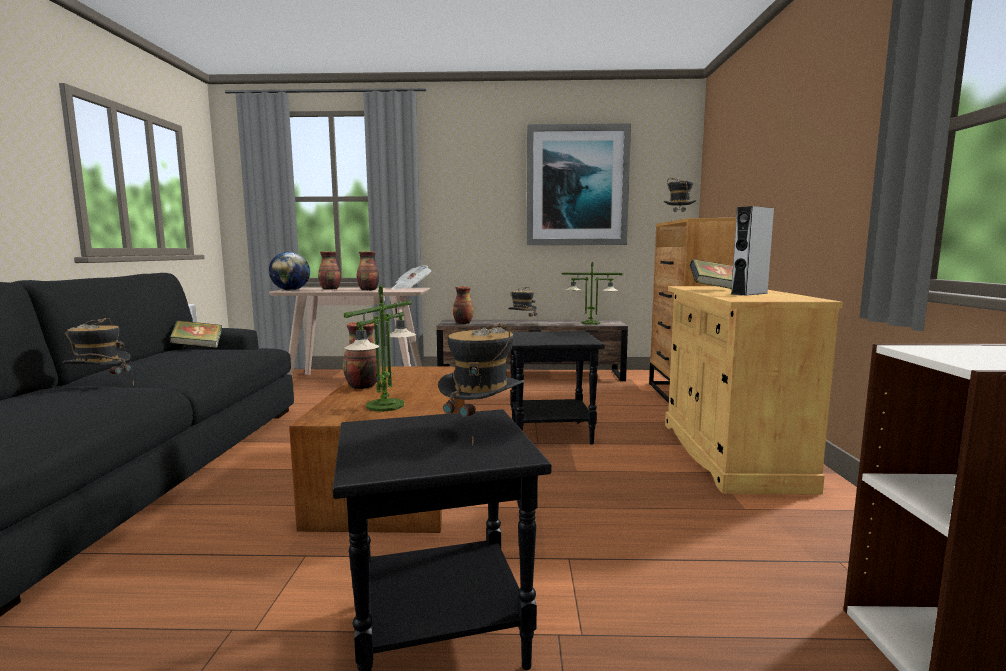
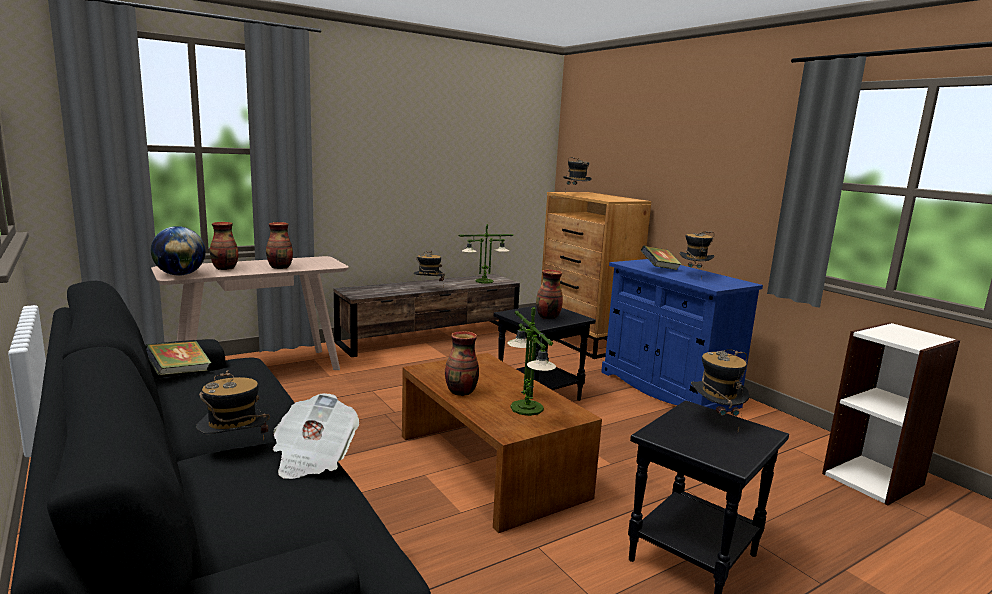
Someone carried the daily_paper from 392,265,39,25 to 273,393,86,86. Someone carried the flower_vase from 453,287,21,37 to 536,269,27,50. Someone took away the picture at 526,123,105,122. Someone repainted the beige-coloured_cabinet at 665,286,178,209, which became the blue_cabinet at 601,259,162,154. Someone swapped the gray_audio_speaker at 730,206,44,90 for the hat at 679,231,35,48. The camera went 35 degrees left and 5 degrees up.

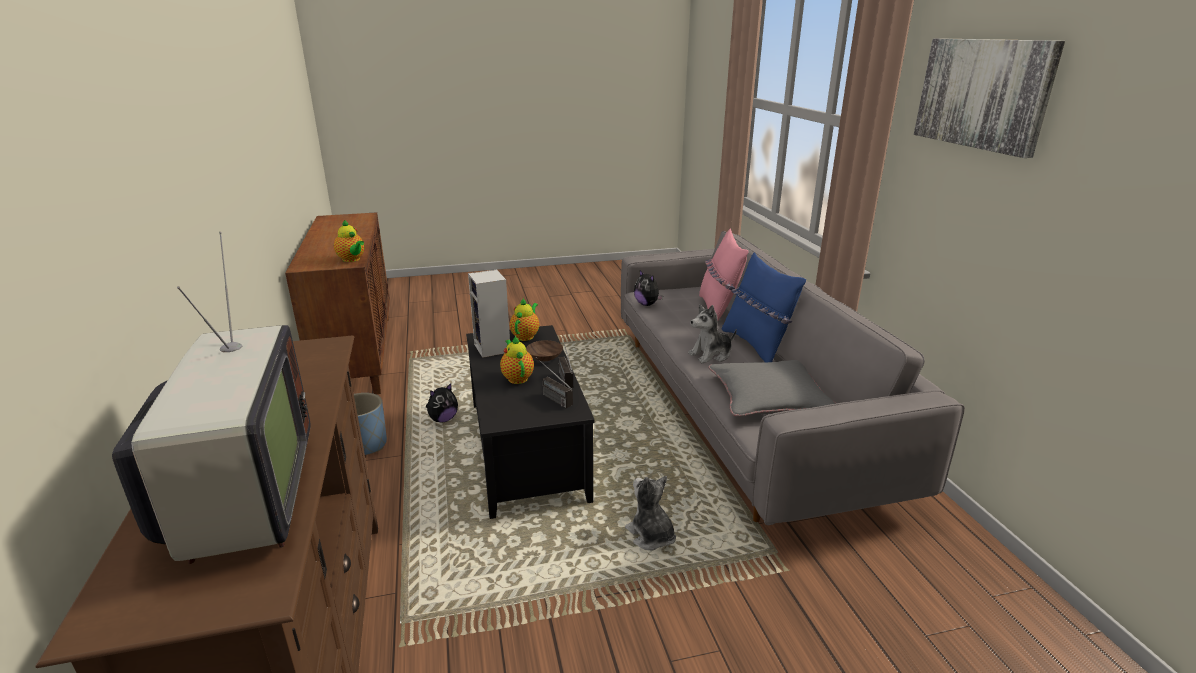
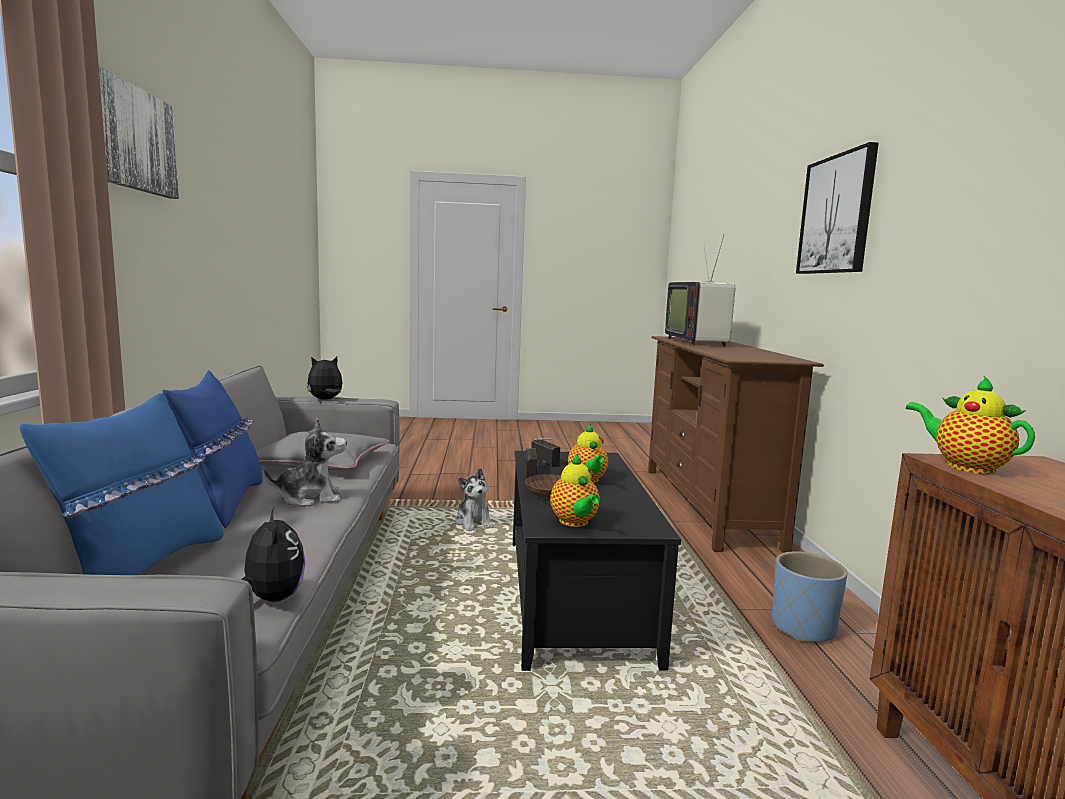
Someone carried the plush_toy from 426,383,32,40 to 307,357,35,43. Someone took away the audio_speaker at 468,270,42,88. Someone rotated the tea_pot at 510,298,29,43 by 45 degrees counterclockwise. Someone repainted the pink-coloured_pillow at 699,228,50,92, which became the blue_pillow at 20,393,204,182. Someone put up the picture at 796,142,83,132. The camera went 170 degrees left and 15 degrees down.

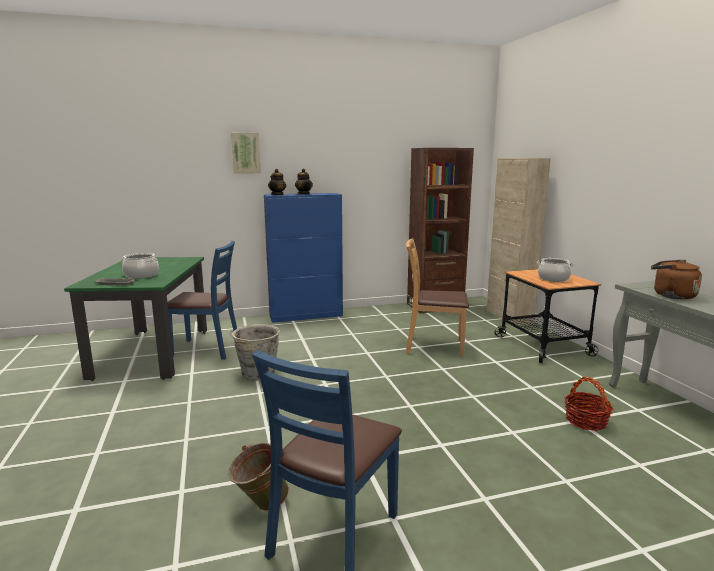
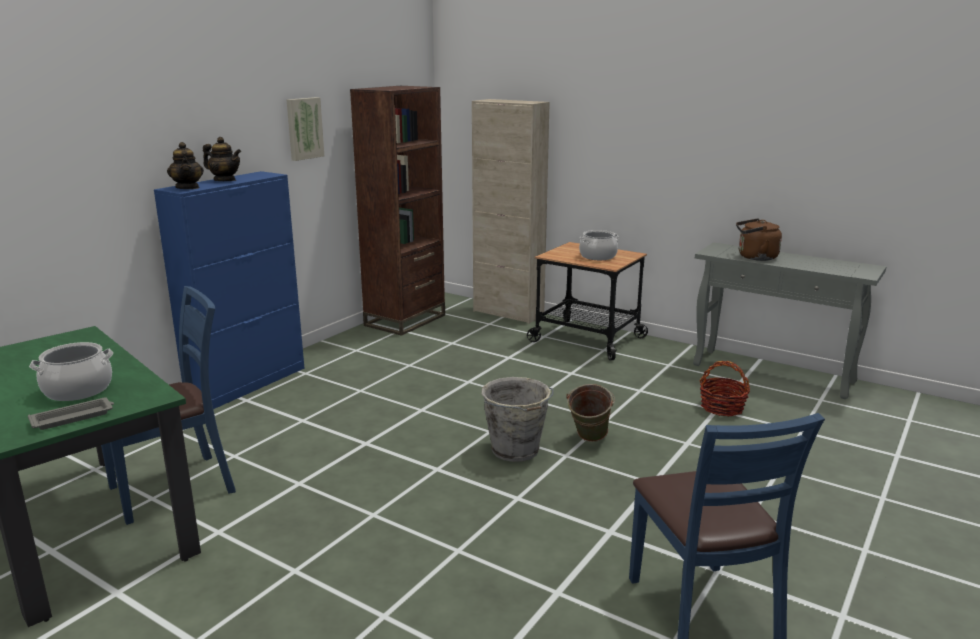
Someone carried the greenish_bucket from 228,442,61,69 to 566,384,49,58. Someone carried the gray_bucket from 230,324,50,57 to 482,377,72,85. Someone carried the picture from 231,133,30,41 to 287,97,37,64. Someone took away the brown-coloured_chair at 406,238,63,119. The camera went 40 degrees left and 5 degrees up.

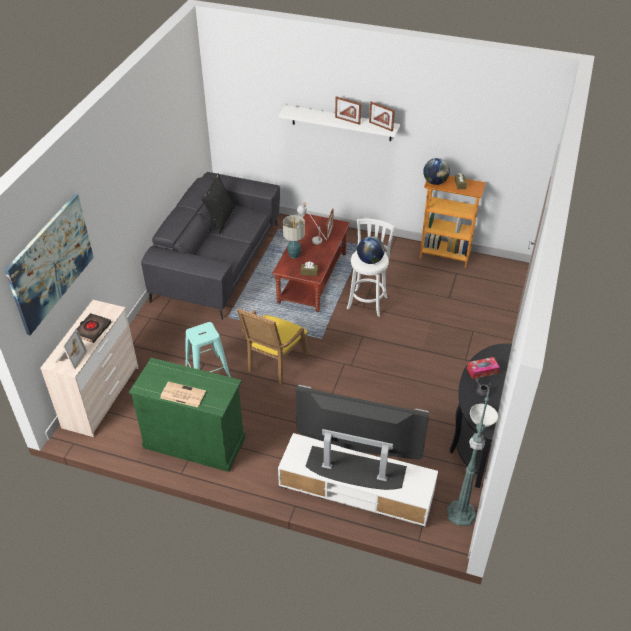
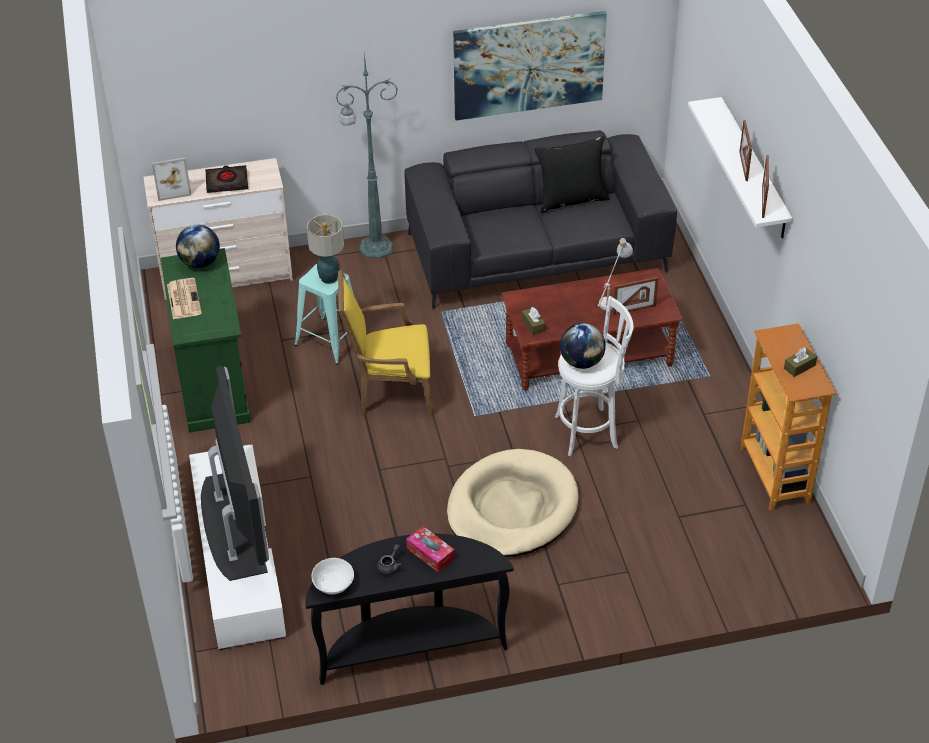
Someone carried the picture from 5,194,89,141 to 453,11,154,110. Someone carried the tabletop_lamp from 283,215,22,43 to 307,214,37,70. Someone carried the desk_globe from 423,158,27,27 to 176,225,44,43. Someone carried the greenish_standing_lamp from 447,383,44,143 to 336,53,62,206. Someone put down the beige-coloured_dog_cushion at 447,449,132,108. The camera went 60 degrees right and 0 degrees up.

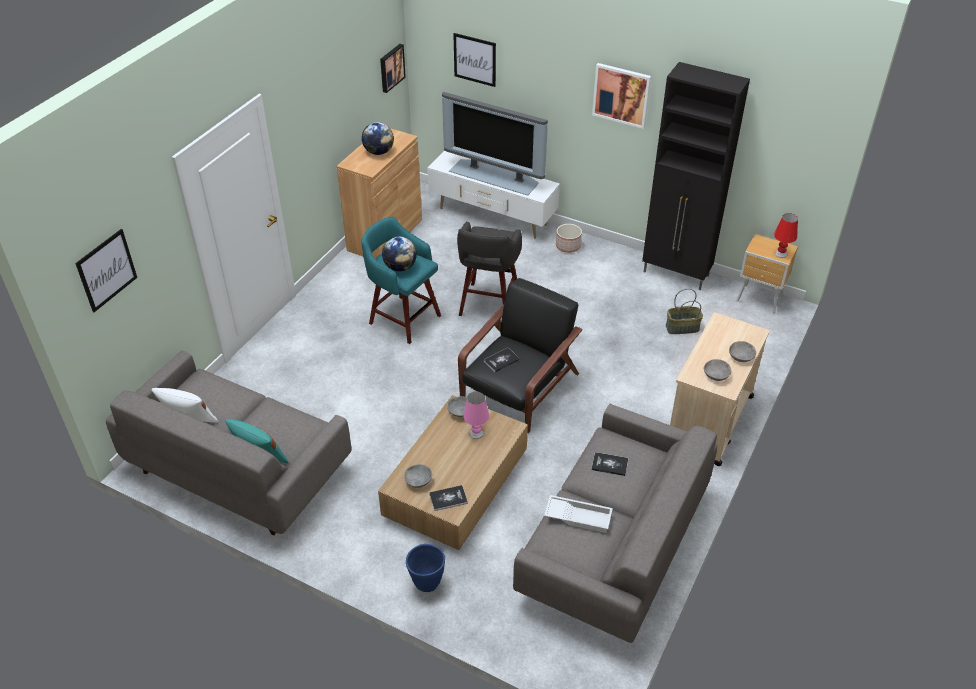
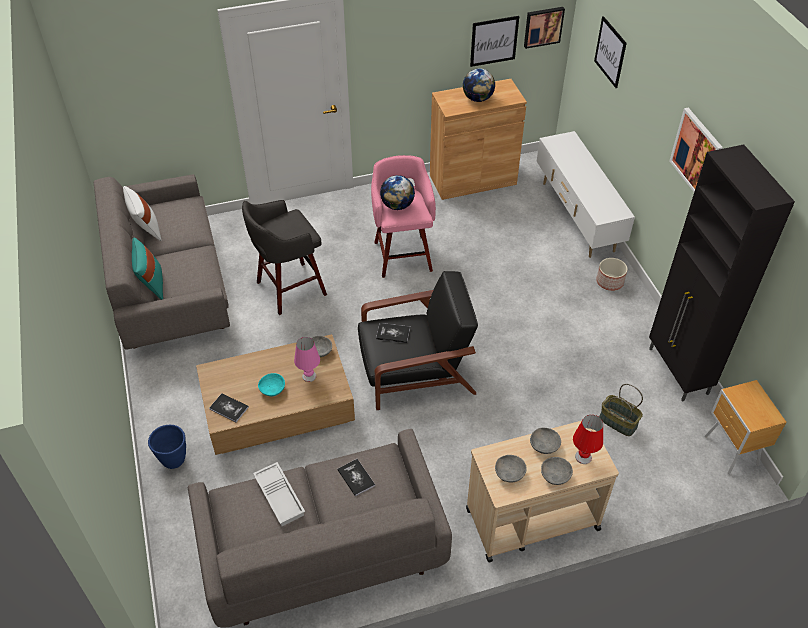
Someone carried the picture from 75,229,62,83 to 470,16,49,51. Someone repainted the turquoise-coloured_stool_seat at 361,217,80,127, which became the pink-coloured_stool_seat at 371,155,65,123. Someone carried the gray_deep_dish from 404,464,28,24 to 530,428,31,26. Someone took away the TV at 442,92,106,104. Someone carried the gray_stool_seat from 457,221,65,95 to 242,200,85,115. Someone carried the reddish_tabletop_lamp from 774,213,24,45 to 573,415,30,49. Someone put down the turquoise-coloured_deep_dish at 258,373,27,23. The camera went 45 degrees right and 5 degrees up.

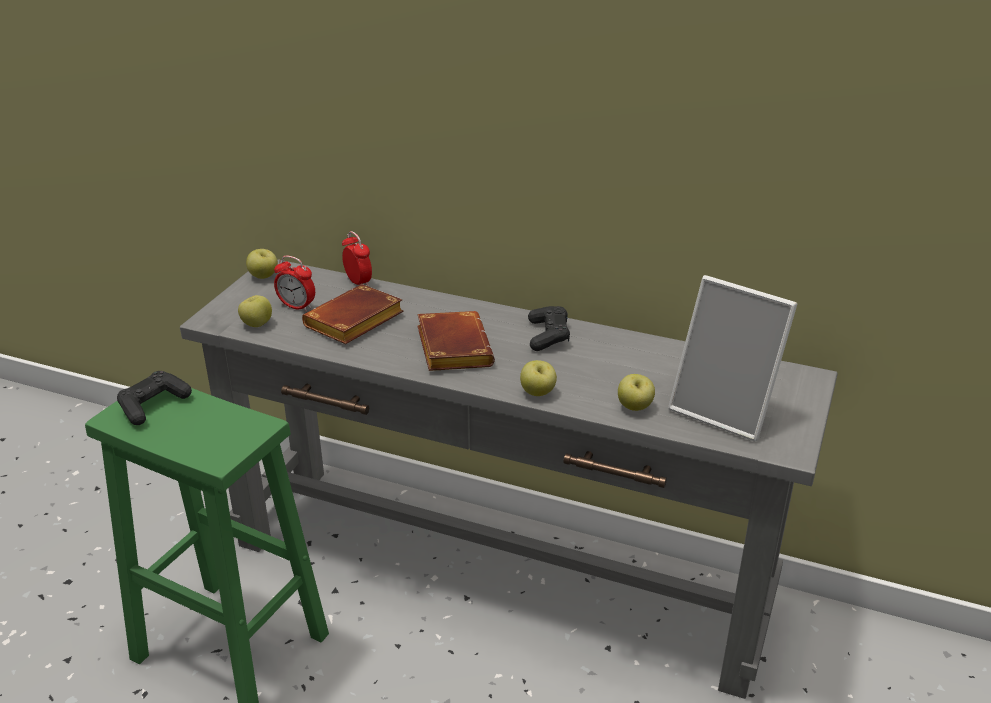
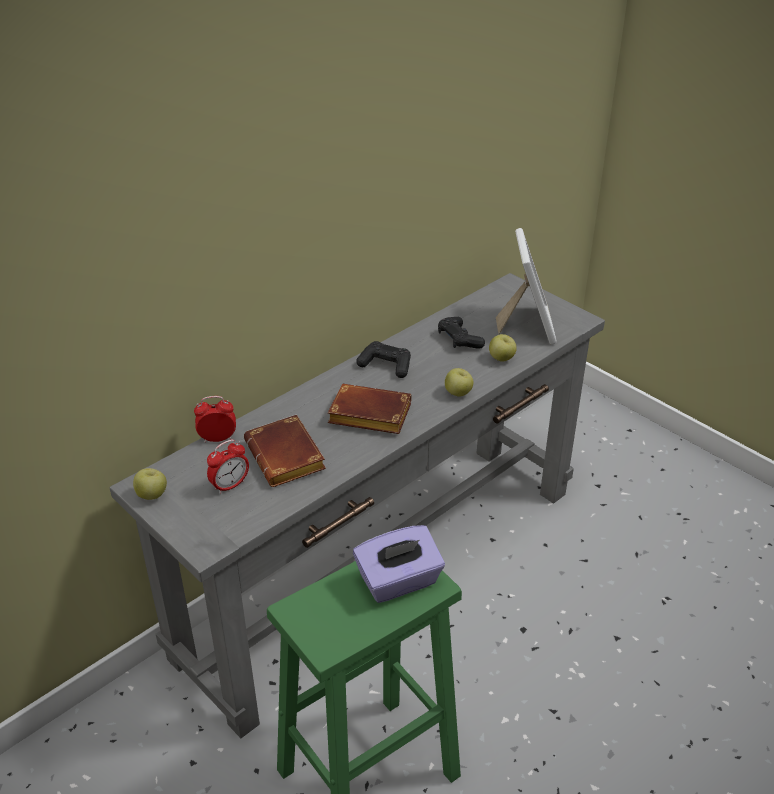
Someone carried the black-coloured_game_controller from 117,371,75,54 to 438,317,47,32. Someone took away the whole_apple at 238,295,34,32. Someone rotated the picture_frame at 668,275,129,166 by 60 degrees counterclockwise. Someone put down the purplish_tissue_holder at 353,525,92,78. The camera went 65 degrees left and 5 degrees up.

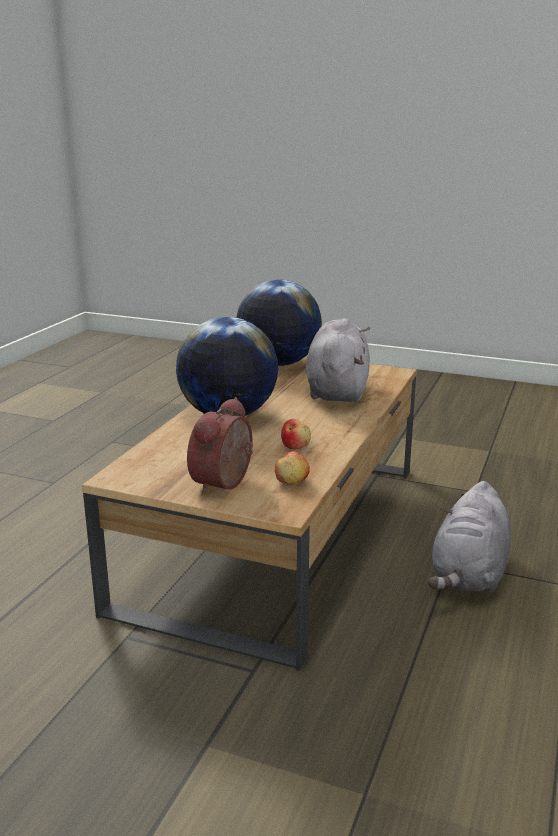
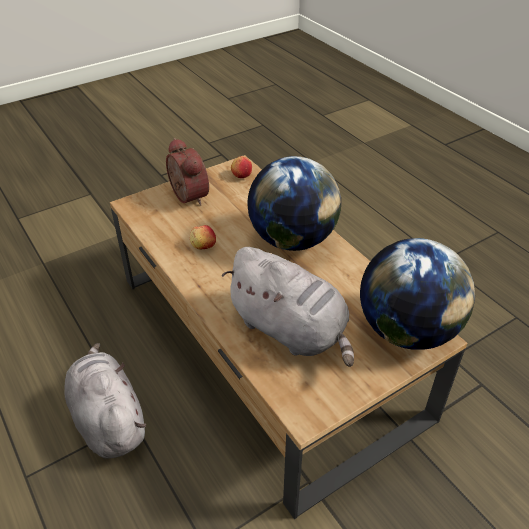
Someone carried the whole_apple from 275,451,35,34 to 231,156,21,22. The camera went 125 degrees right and 20 degrees up.

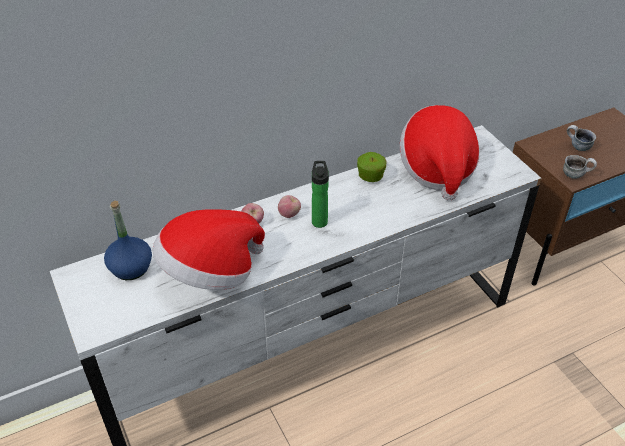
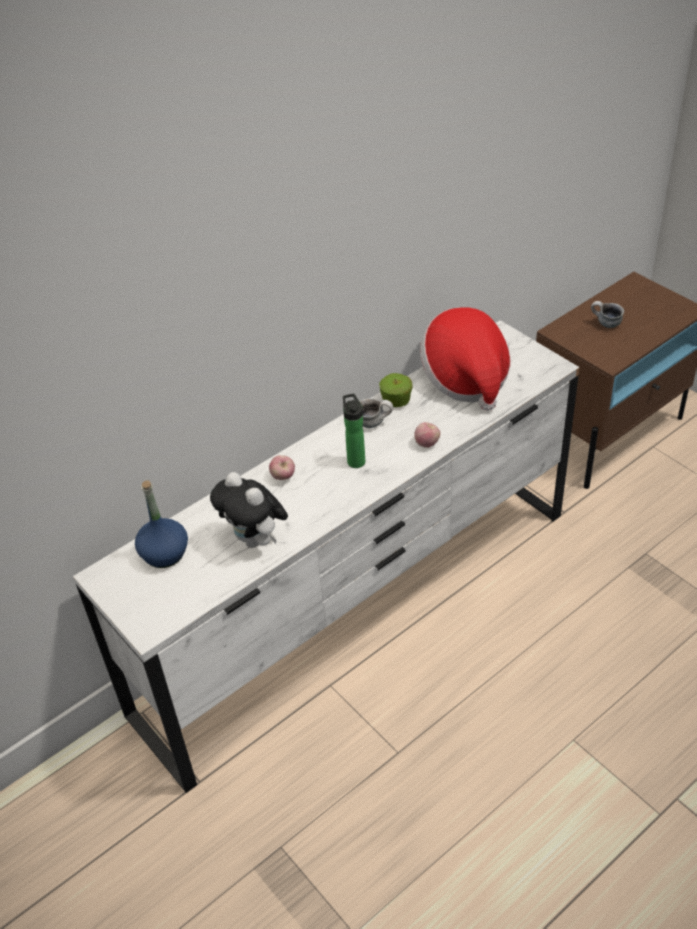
Someone swapped the hat at 152,209,113,81 for the plush_toy at 210,472,78,76. Someone carried the whole_apple from 278,195,23,23 to 414,422,26,26. Someone carried the coffee_mug from 563,155,34,24 to 359,398,34,30. The camera went 10 degrees left and 0 degrees up.

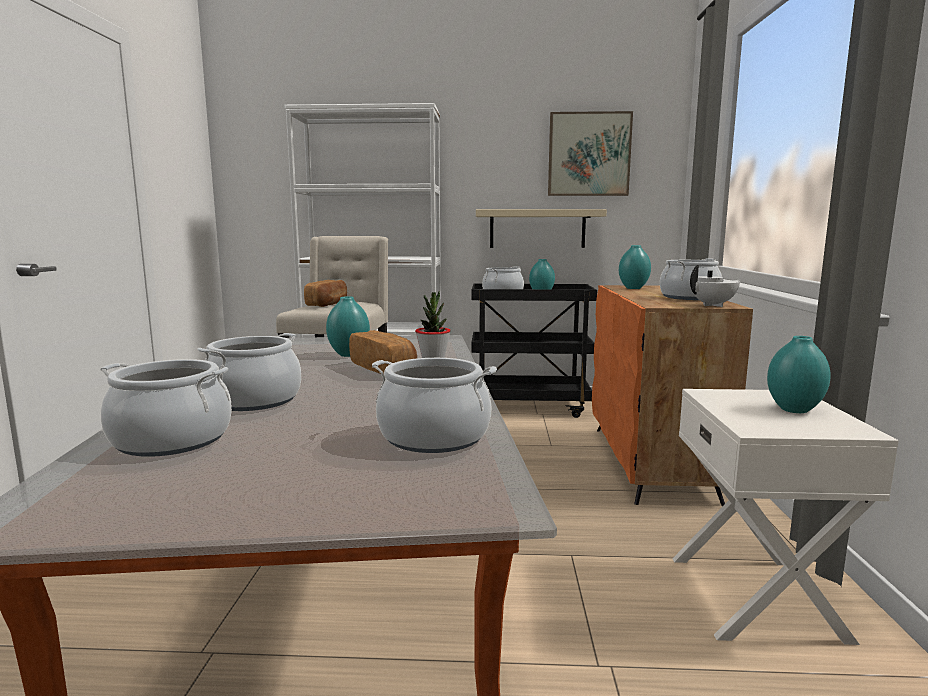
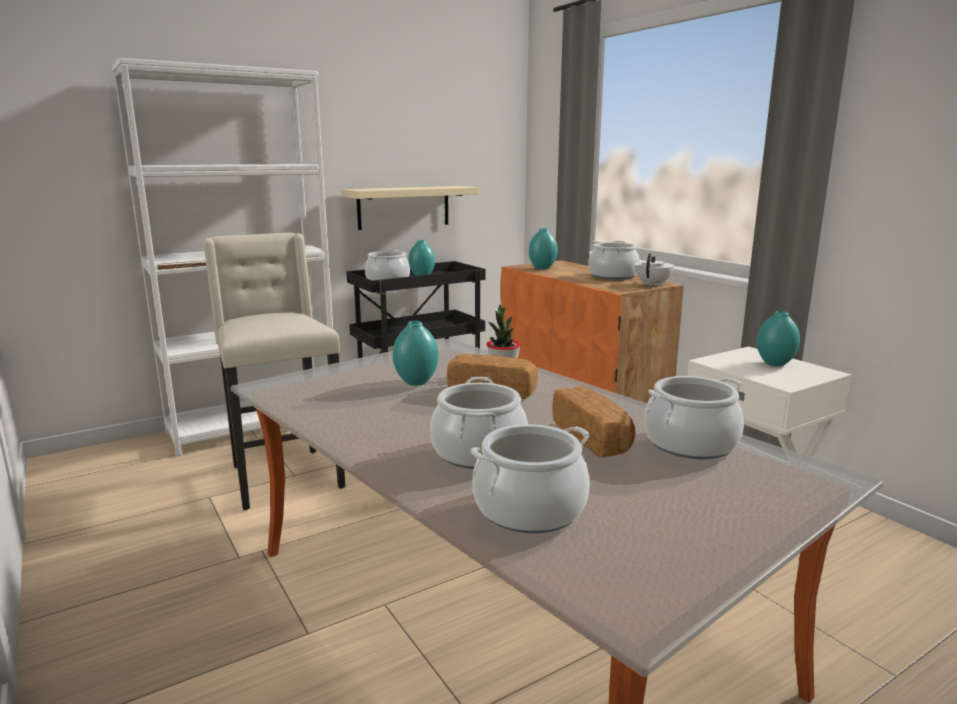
Someone carried the bread from 304,280,43,27 to 552,386,84,71. Someone took away the picture at 548,111,85,85. The camera went 35 degrees left and 5 degrees up.

